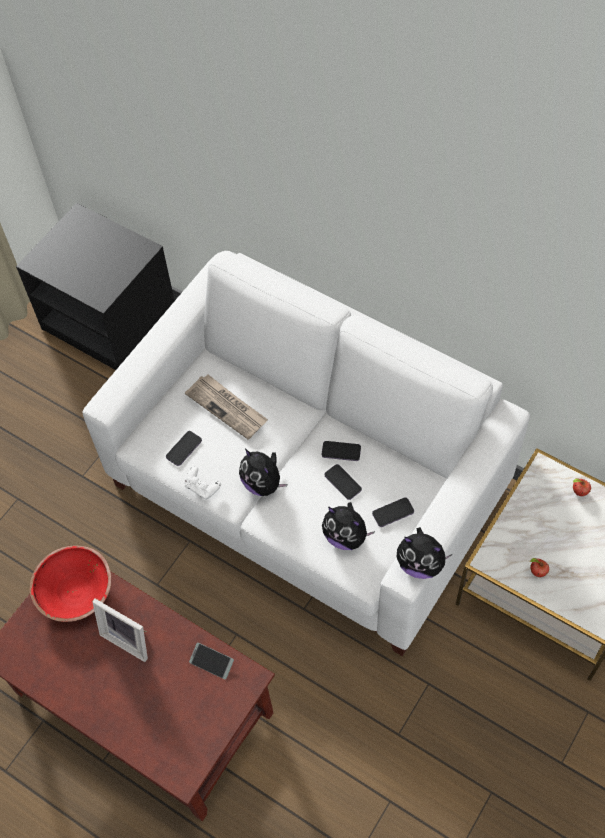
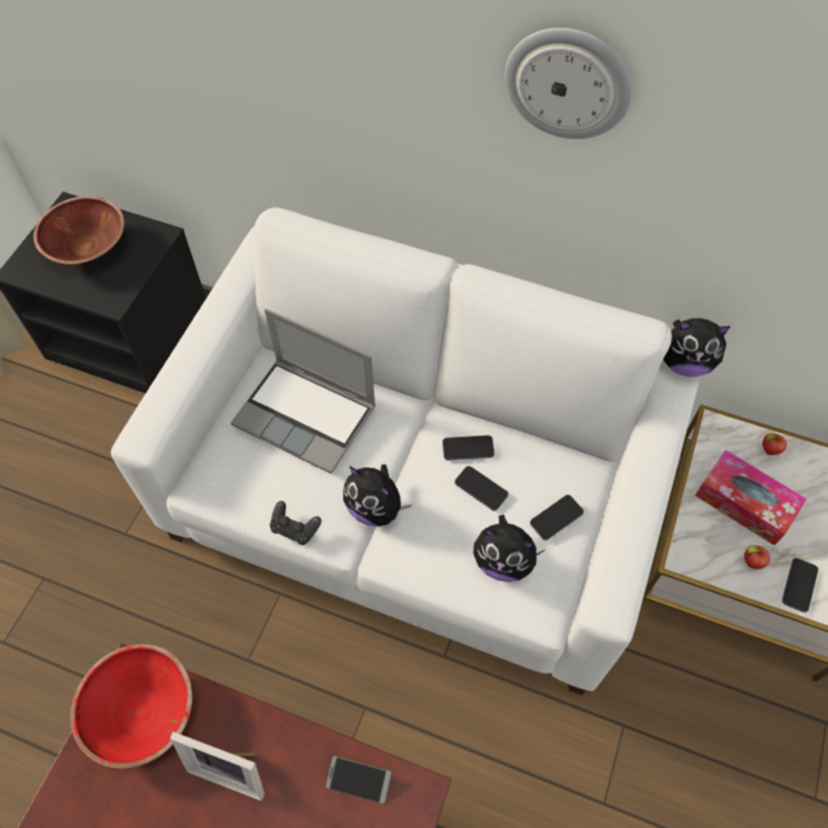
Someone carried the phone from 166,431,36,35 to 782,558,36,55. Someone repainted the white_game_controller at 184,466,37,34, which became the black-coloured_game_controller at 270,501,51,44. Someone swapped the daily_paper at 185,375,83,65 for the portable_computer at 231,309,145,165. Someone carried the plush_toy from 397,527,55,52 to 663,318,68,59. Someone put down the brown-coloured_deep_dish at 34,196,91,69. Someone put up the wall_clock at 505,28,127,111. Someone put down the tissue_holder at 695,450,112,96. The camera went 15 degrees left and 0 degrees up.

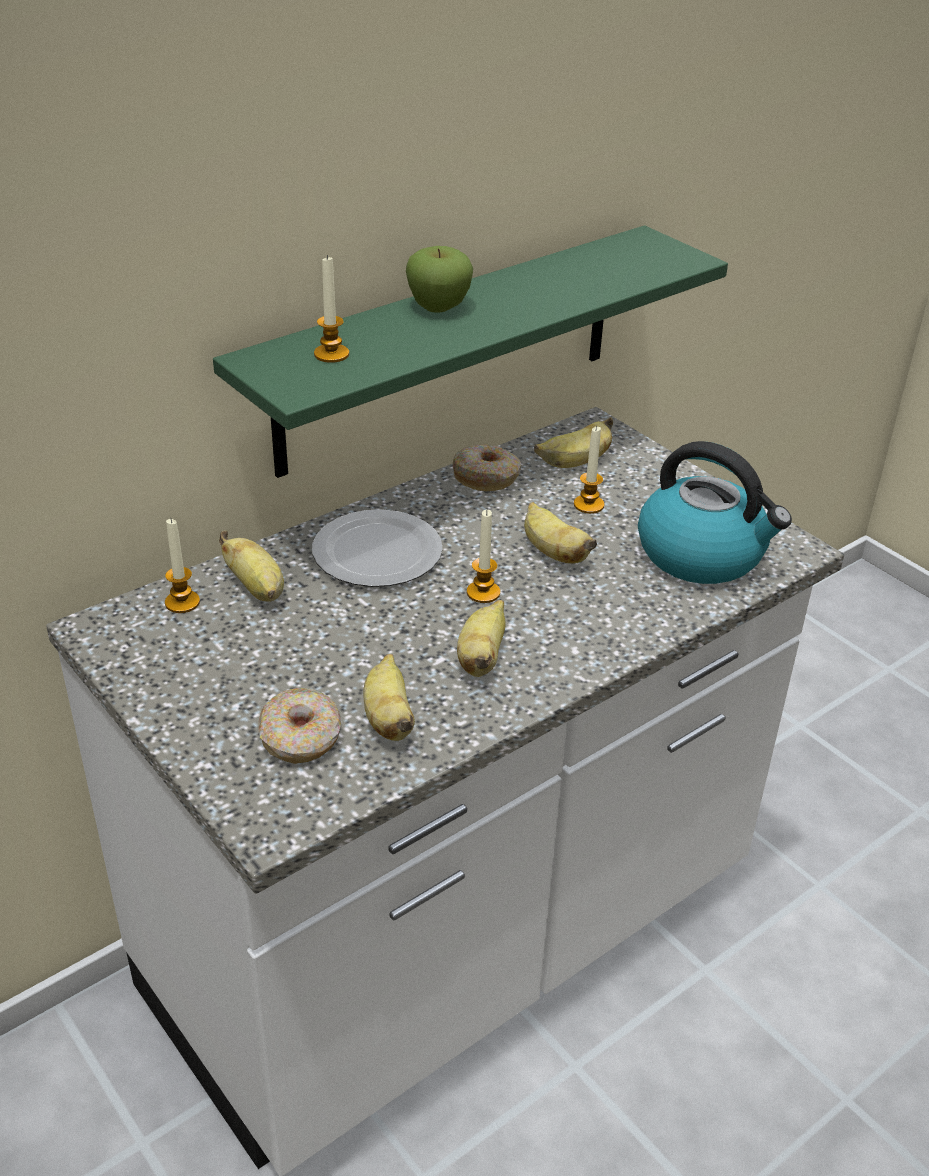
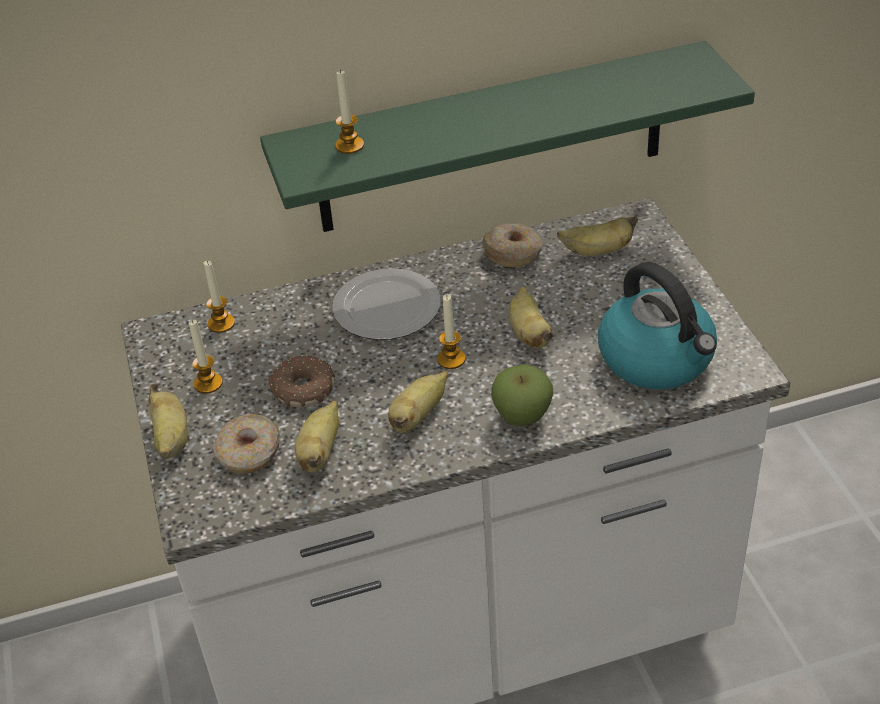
Someone carried the whole_banana from 219,531,65,71 to 149,384,39,74. Someone carried the whole_apple from 406,246,67,67 to 491,364,62,62. Someone carried the wax_candle from 574,426,30,88 to 189,320,34,74. Someone put down the ring_doughnut at 268,355,67,52. The camera went 25 degrees right and 5 degrees up.

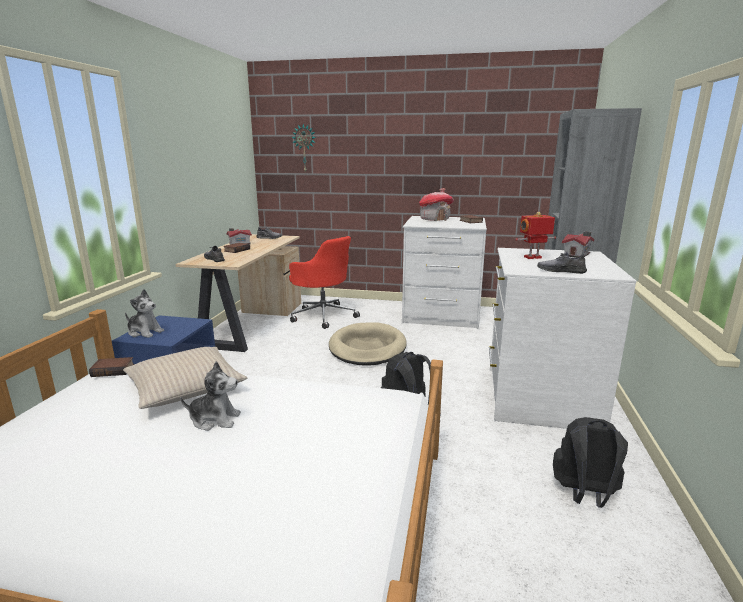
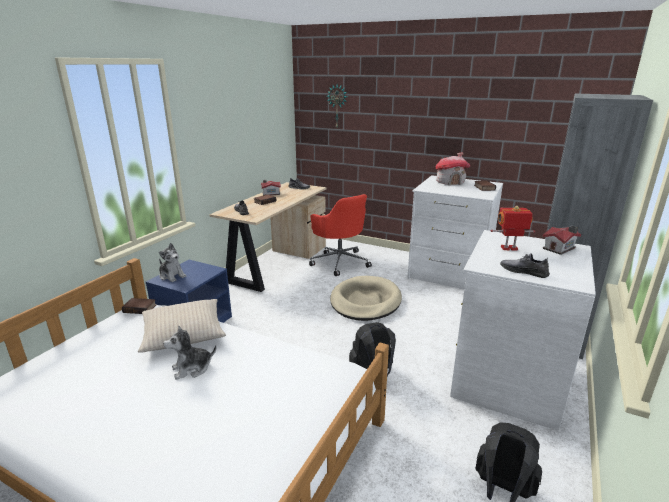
Someone rotated the plush_toy at 180,362,61,69 by 135 degrees clockwise. The camera went 15 degrees right and 5 degrees up.

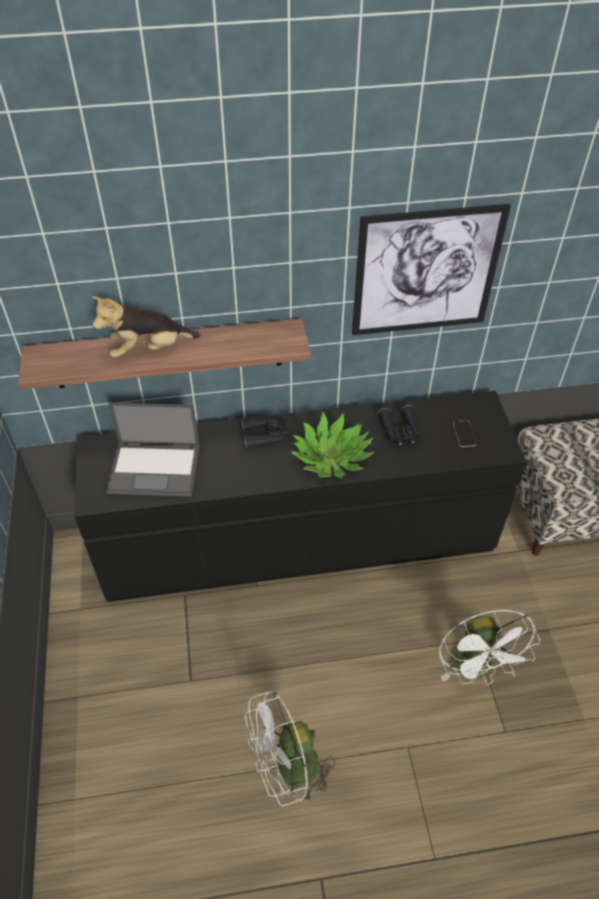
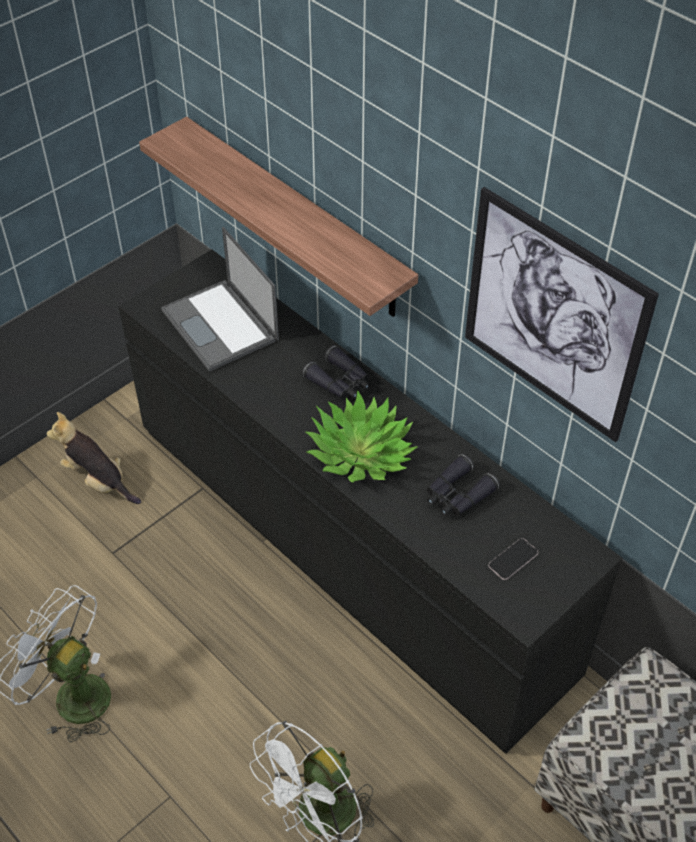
Someone carried the plush_toy from 92,296,108,62 to 47,412,94,92. The camera went 55 degrees right and 0 degrees up.

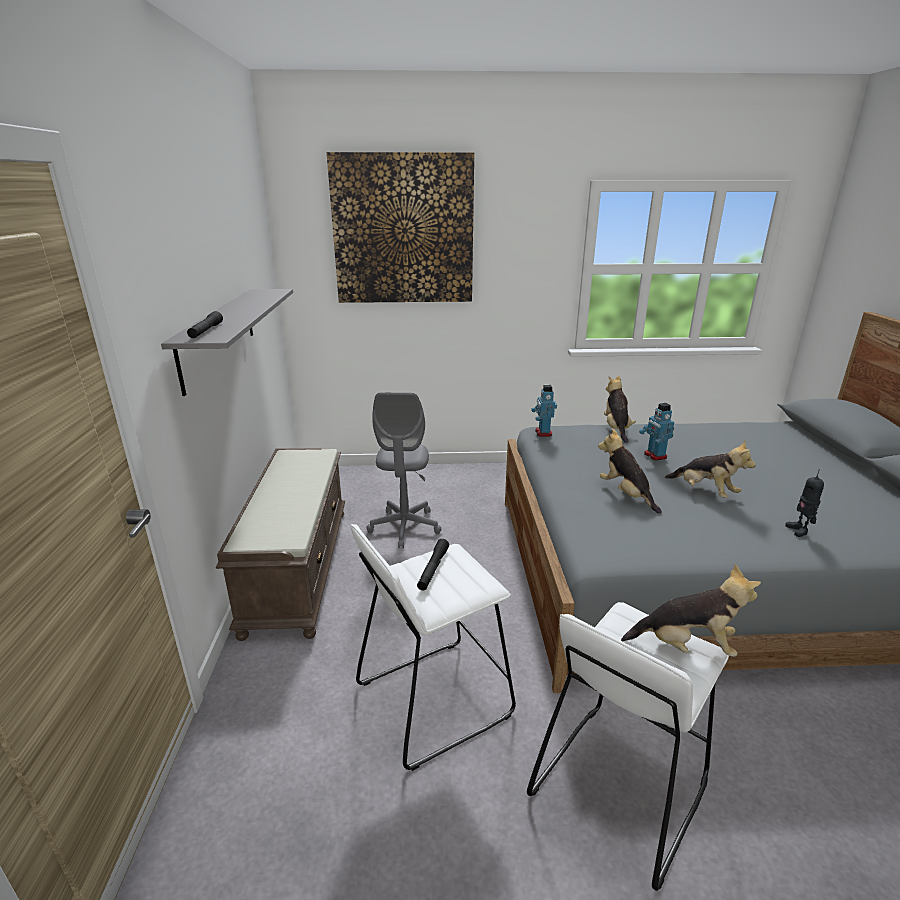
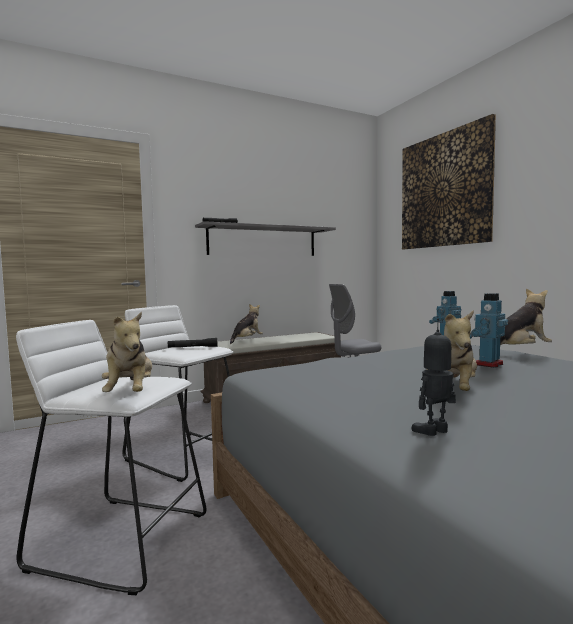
Someone carried the plush_toy from 598,428,64,86 to 230,304,33,40. The camera went 65 degrees right and 20 degrees down.

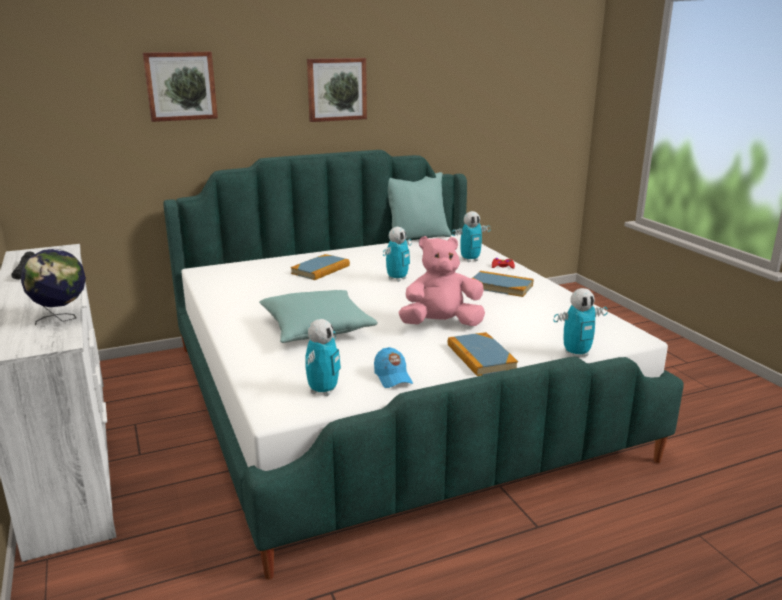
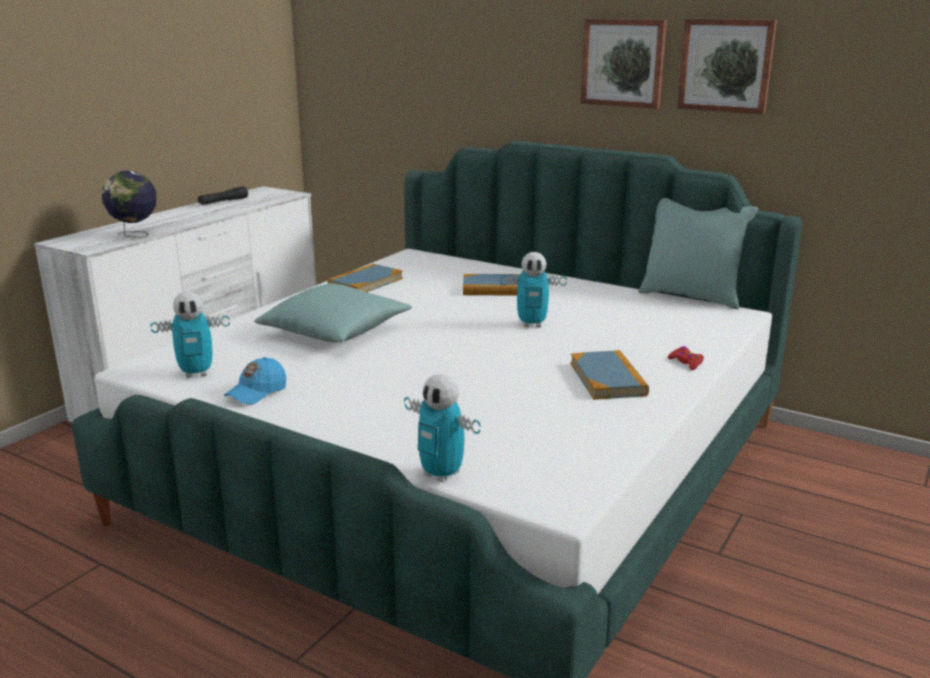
Someone carried the picture from 143,52,75,70 to 677,18,100,96. Someone took away the pink-coloured_plush_toy at 398,236,87,90. Someone carried the volume from 448,332,70,44 to 328,264,75,28. Someone took away the toy_robot at 452,211,39,51. The camera went 55 degrees right and 0 degrees up.

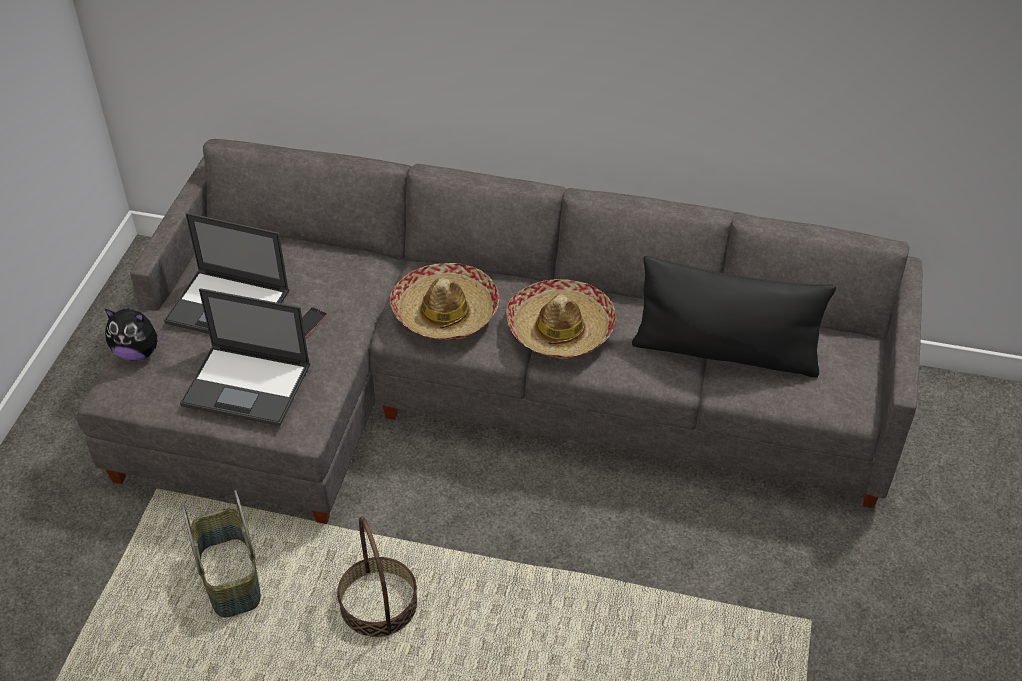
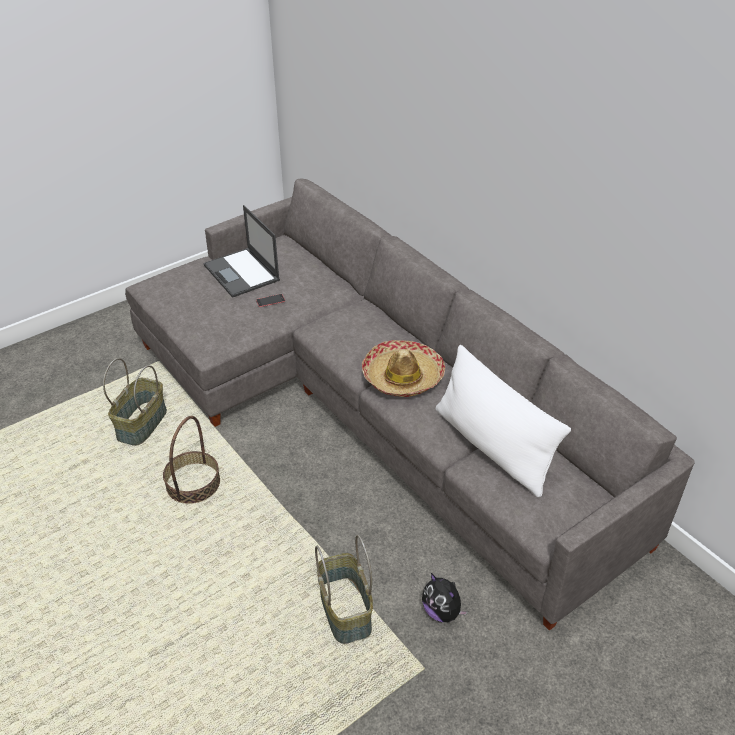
Someone carried the plush_toy from 104,308,62,53 to 422,573,46,49. Someone took away the portable_computer at 180,288,130,138. Someone took away the hat at 390,263,109,77. Someone repainted the black-coloured_pillow at 632,256,204,122, which became the white_pillow at 436,345,135,153. Someone put down the household_basket at 315,535,58,109. The camera went 40 degrees right and 5 degrees down.

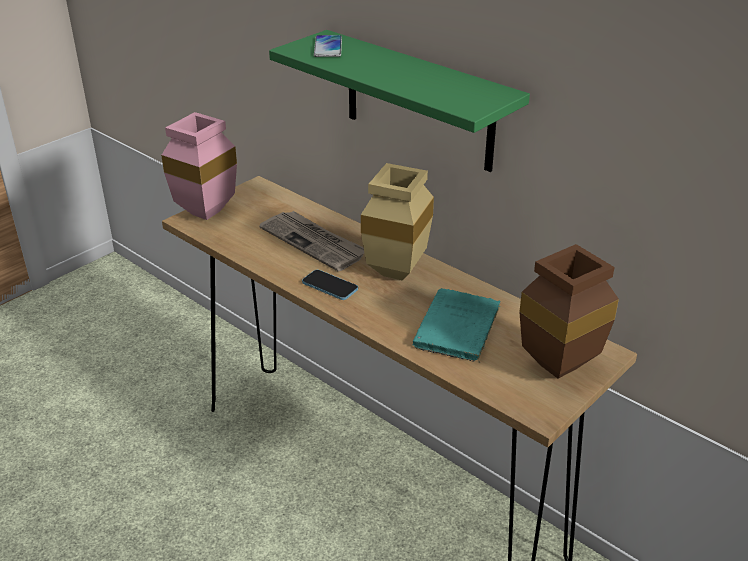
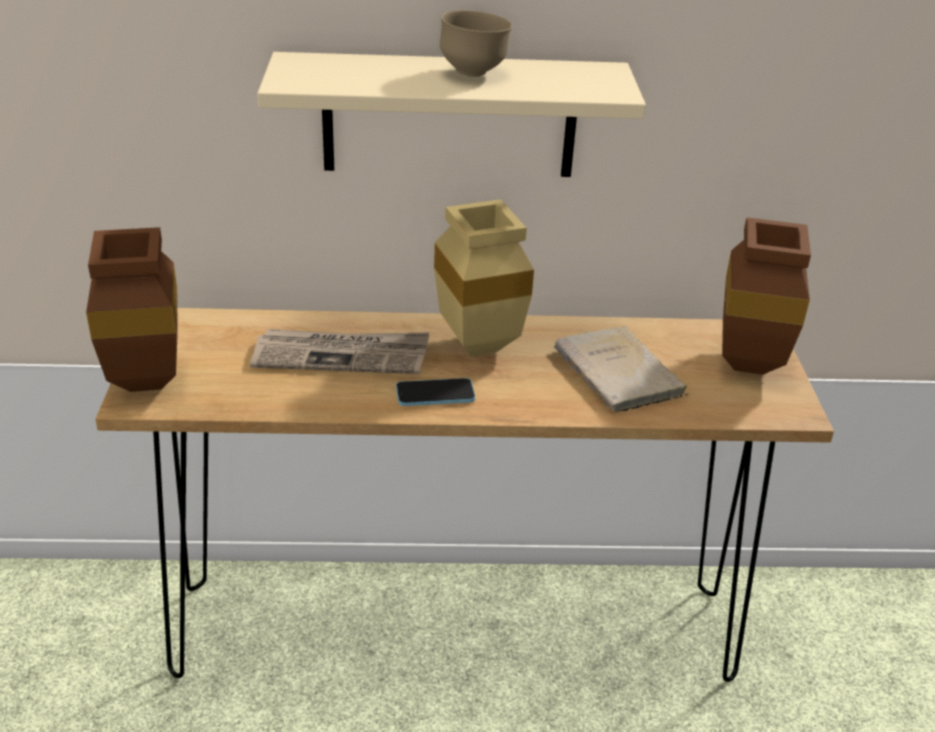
Someone repainted the pink-coloured_flower_vase at 161,112,76,108, which became the brown-coloured_flower_vase at 86,227,91,165. Someone repainted the greenish_wall_shelf at 269,30,261,142, which became the beige-coloured_wall_shelf at 257,52,389,125. Someone took away the phone at 314,35,28,22. Someone repainted the turquoise-coloured_volume at 413,288,88,75, which became the beige-coloured_volume at 554,326,134,86. Someone put down the brown-coloured_deep_dish at 440,10,72,67. The camera went 45 degrees left and 0 degrees up.

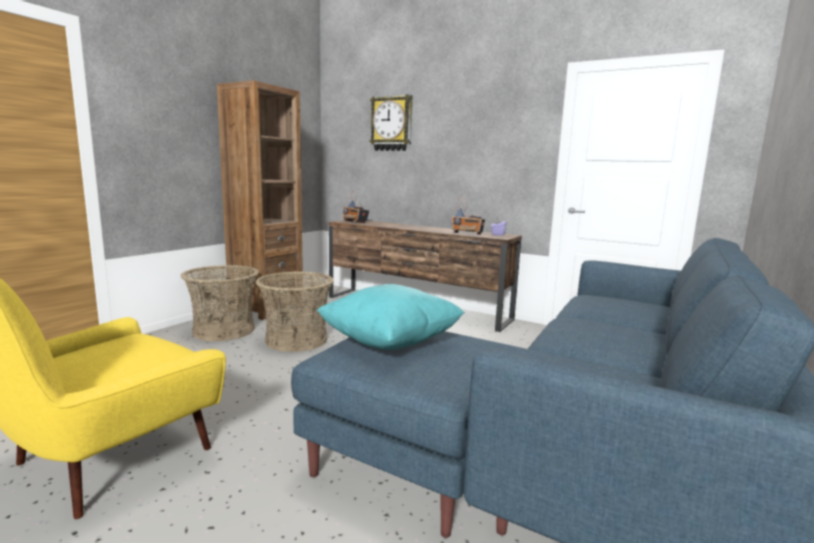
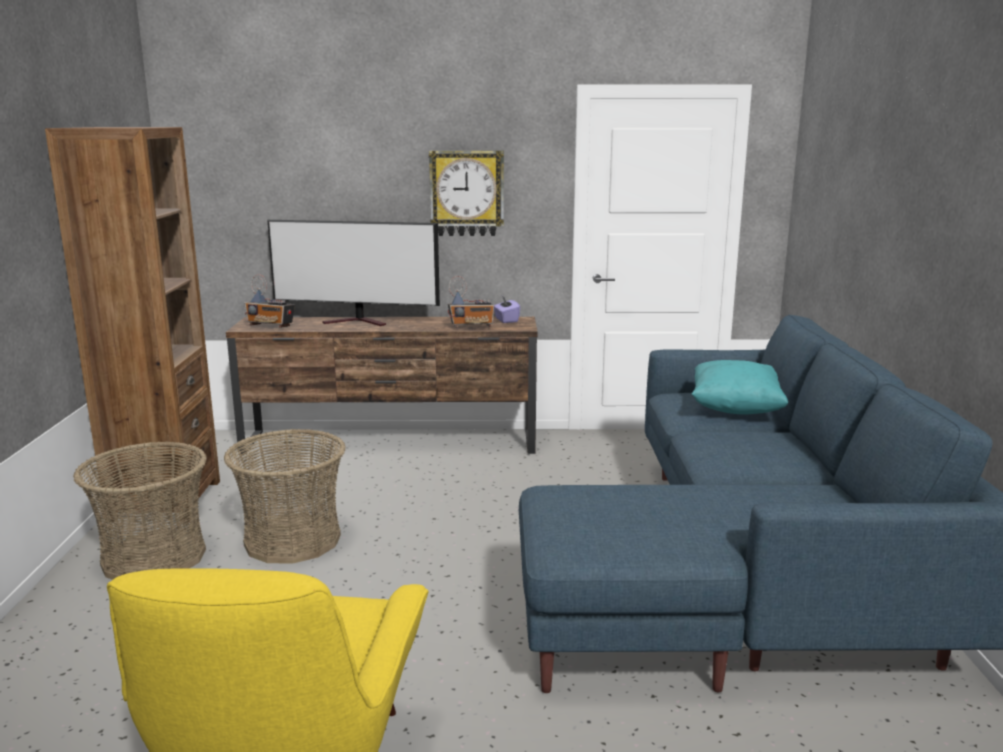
Someone carried the turquoise-coloured_pillow from 317,284,148,66 to 692,360,96,55. Someone carried the wall_clock from 369,94,43,57 to 429,150,75,86. Someone put down the TV at 267,220,173,106. The camera went 30 degrees left and 5 degrees up.

